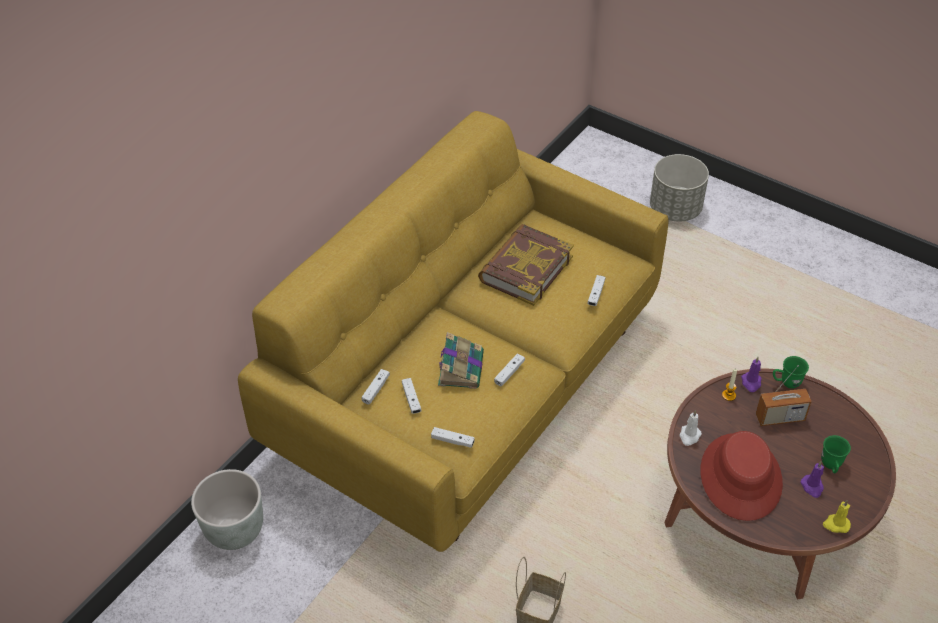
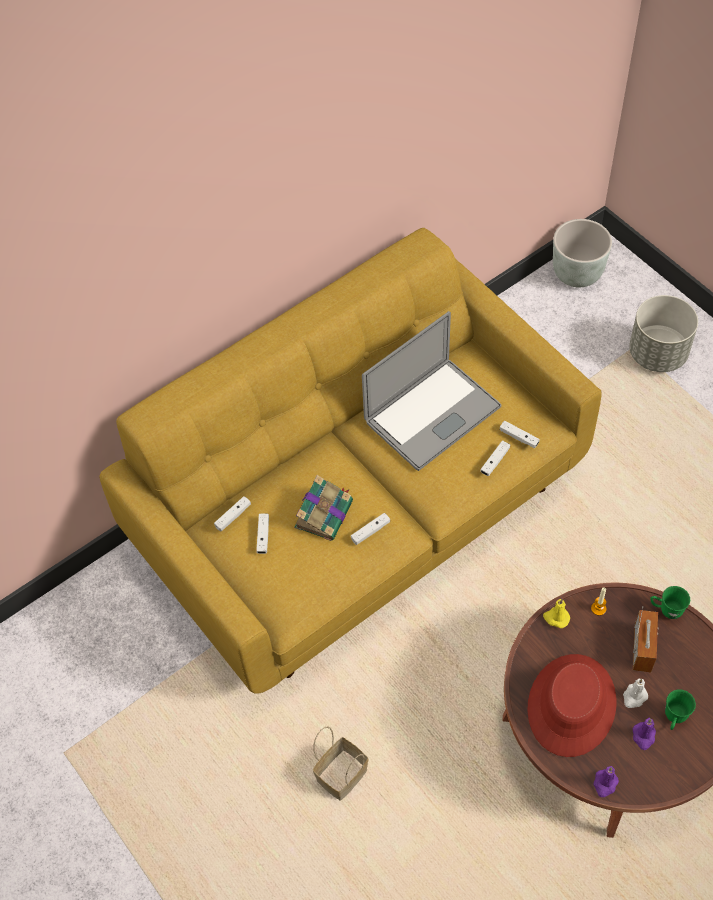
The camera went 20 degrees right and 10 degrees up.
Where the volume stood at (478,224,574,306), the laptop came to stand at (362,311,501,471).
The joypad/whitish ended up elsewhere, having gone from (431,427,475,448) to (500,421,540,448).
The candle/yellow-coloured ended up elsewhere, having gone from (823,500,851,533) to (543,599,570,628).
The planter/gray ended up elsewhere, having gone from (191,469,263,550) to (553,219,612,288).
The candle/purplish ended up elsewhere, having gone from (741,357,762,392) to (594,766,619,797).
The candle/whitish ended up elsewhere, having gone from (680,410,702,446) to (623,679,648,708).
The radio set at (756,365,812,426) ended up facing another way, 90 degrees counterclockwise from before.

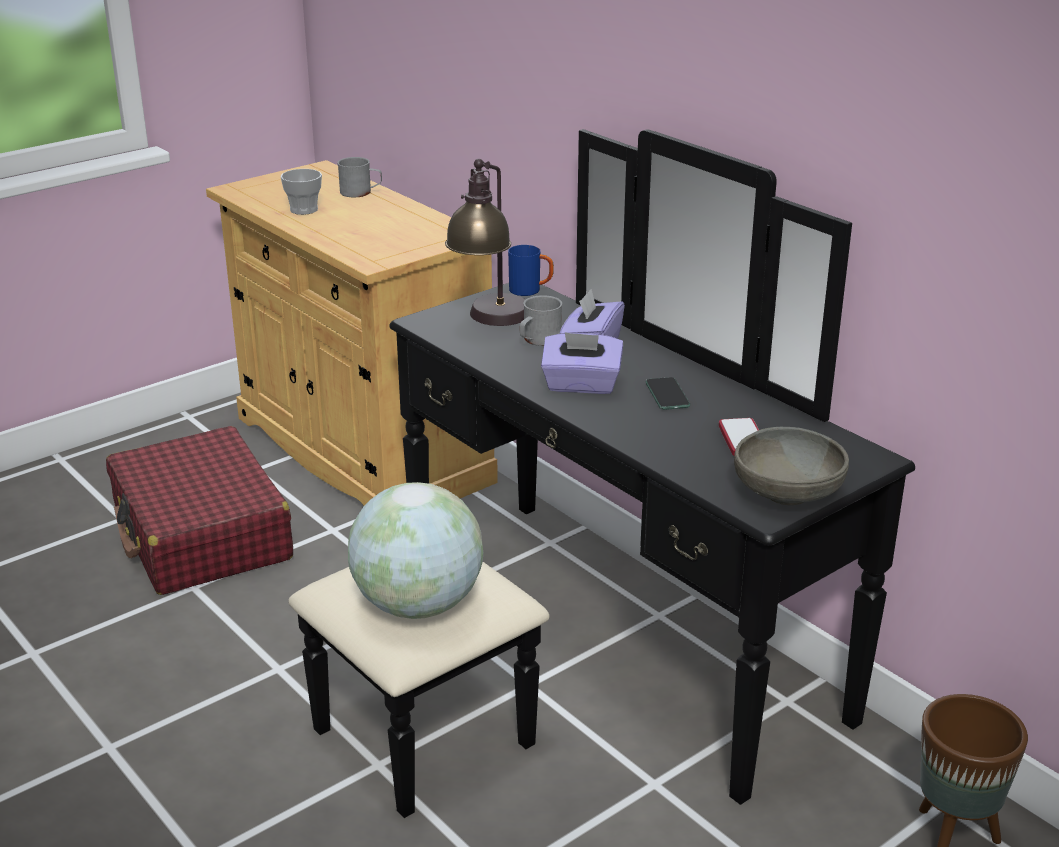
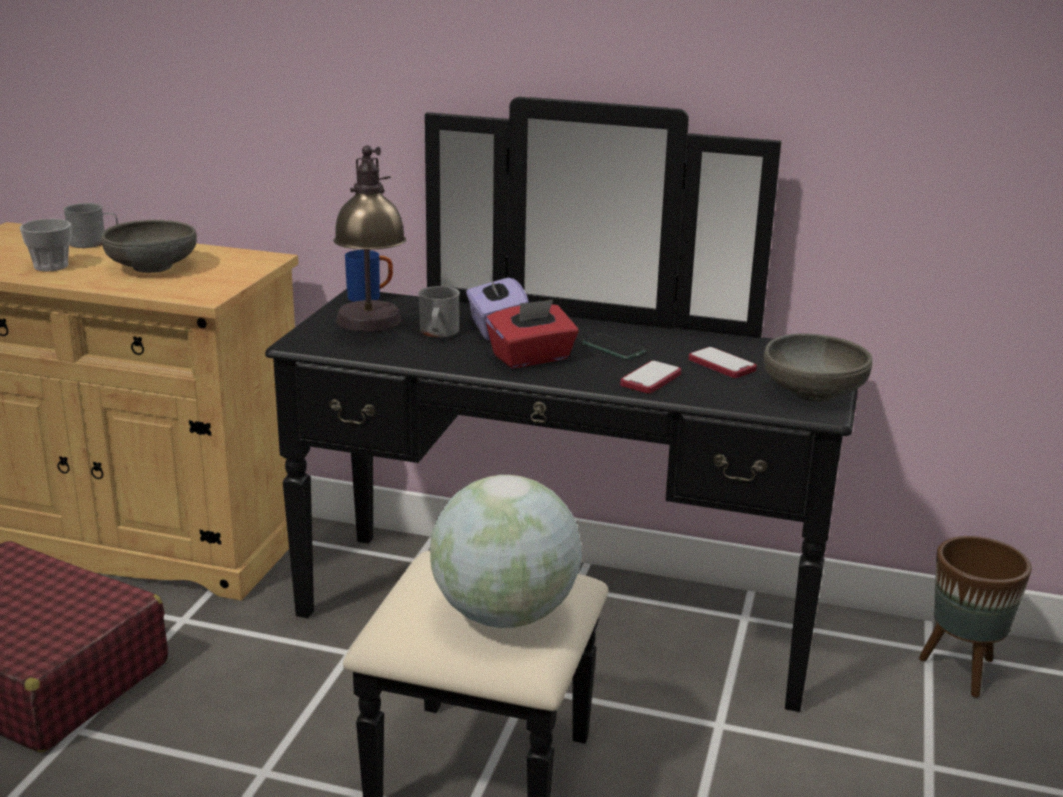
The camera went 35 degrees left and 5 degrees down.
The second view gained the deep dish/gray at (101,220,197,273).
What was the box of tissues/purplish at (541,332,623,394) turned into the box of tissues/red-coloured at (486,299,579,368).
The second view gained the telephone at (620,361,681,394).

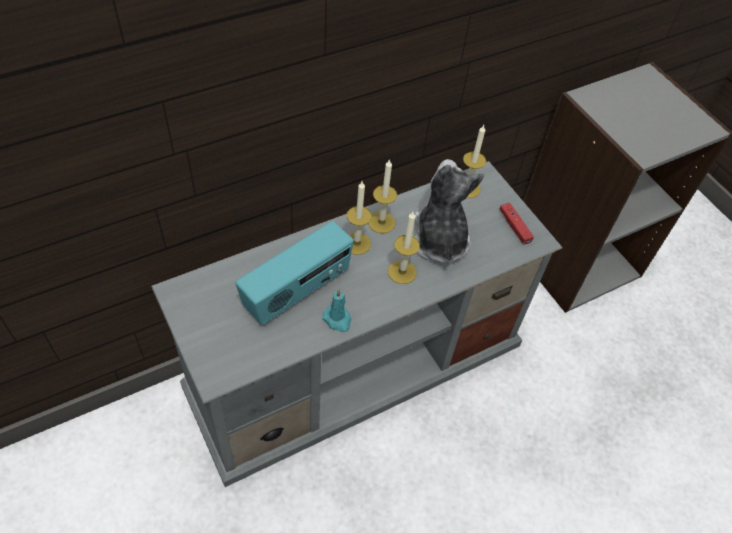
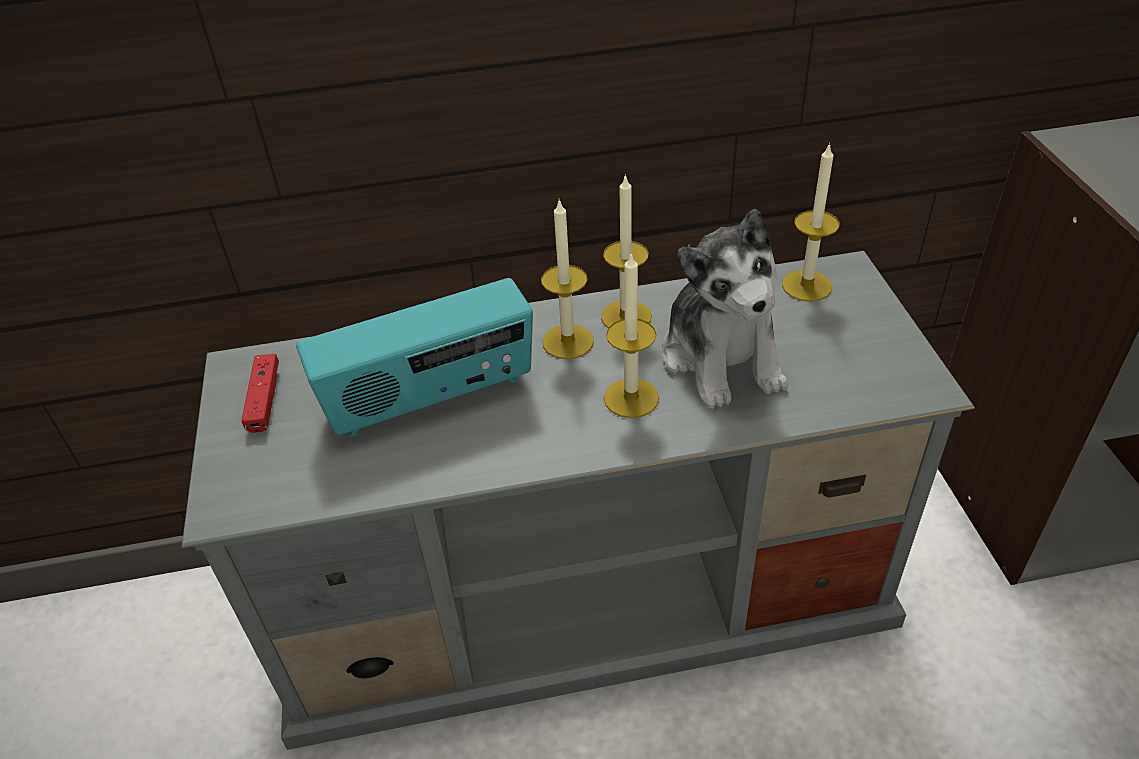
The camera went 25 degrees right and 10 degrees down.
The joypad/red-coloured ended up elsewhere, having gone from (500,203,534,244) to (241,354,279,433).
The soft toy at (412,159,485,265) ended up facing another way, 150 degrees clockwise from before.
The second view lost the candle/turquoise at (323,289,351,332).

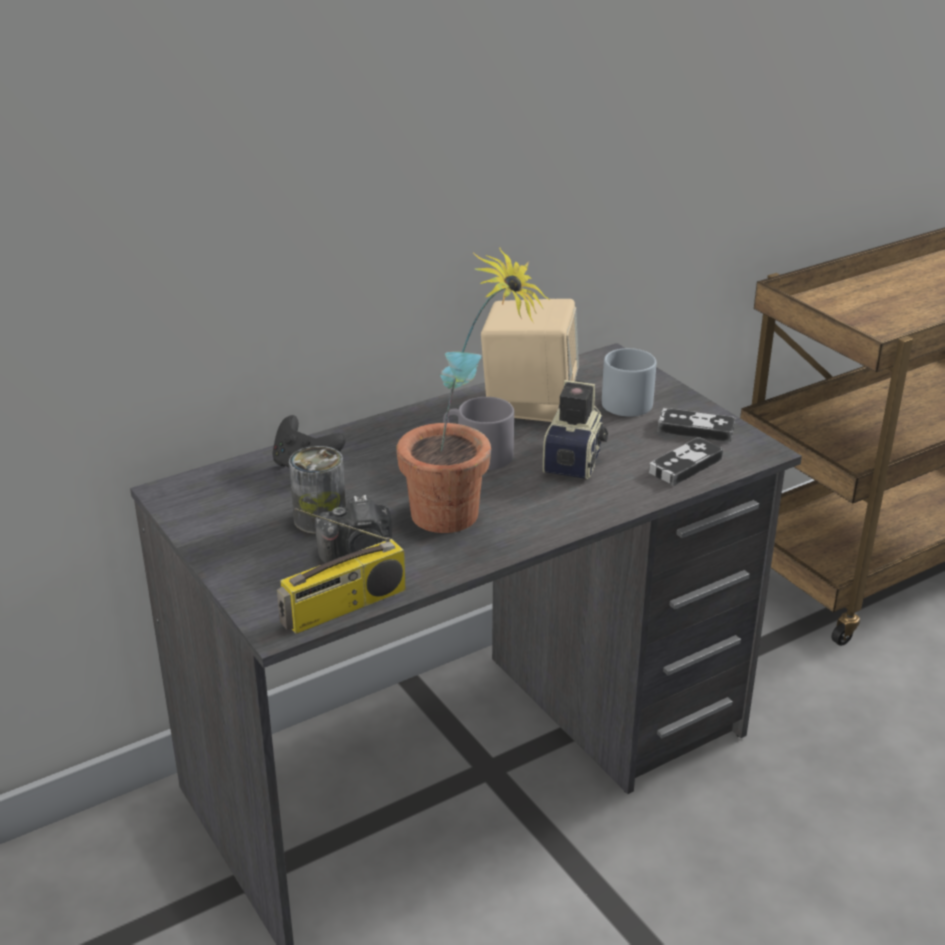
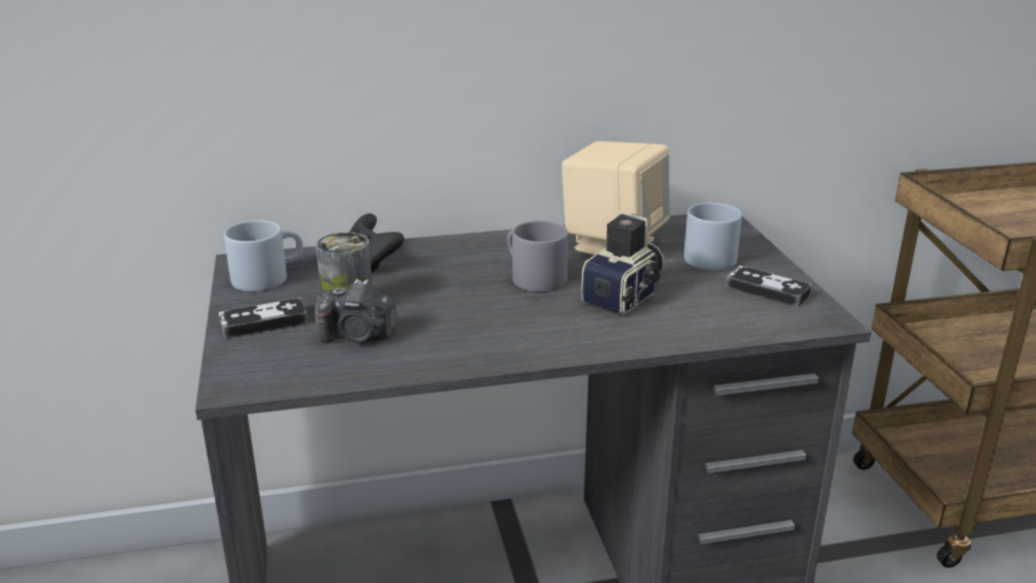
The camera went 20 degrees right and 5 degrees down.
The joypad ended up elsewhere, having gone from (649,437,723,486) to (219,298,308,339).
The second view gained the coffee mug/gray at (224,220,303,292).
The second view lost the radio set at (277,508,406,634).
The second view lost the houseplant at (396,248,550,533).

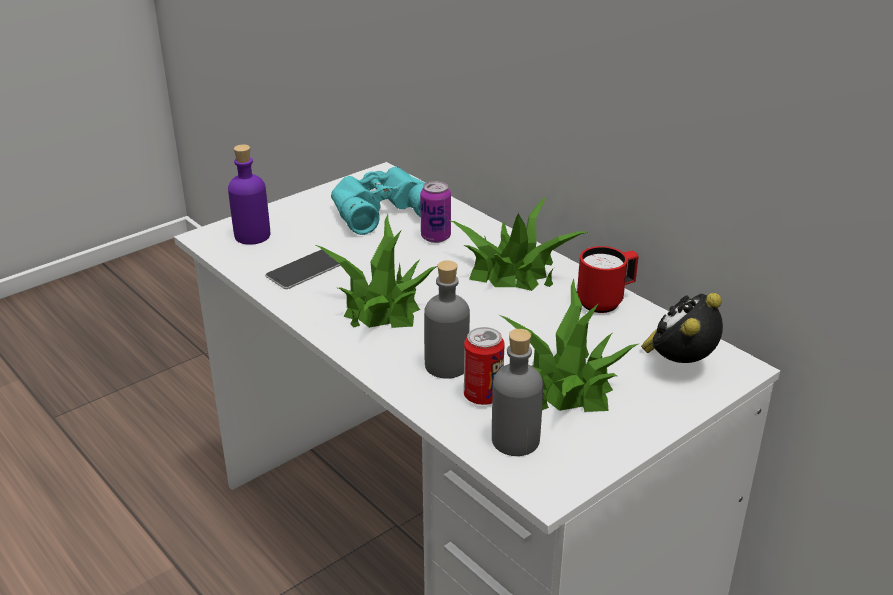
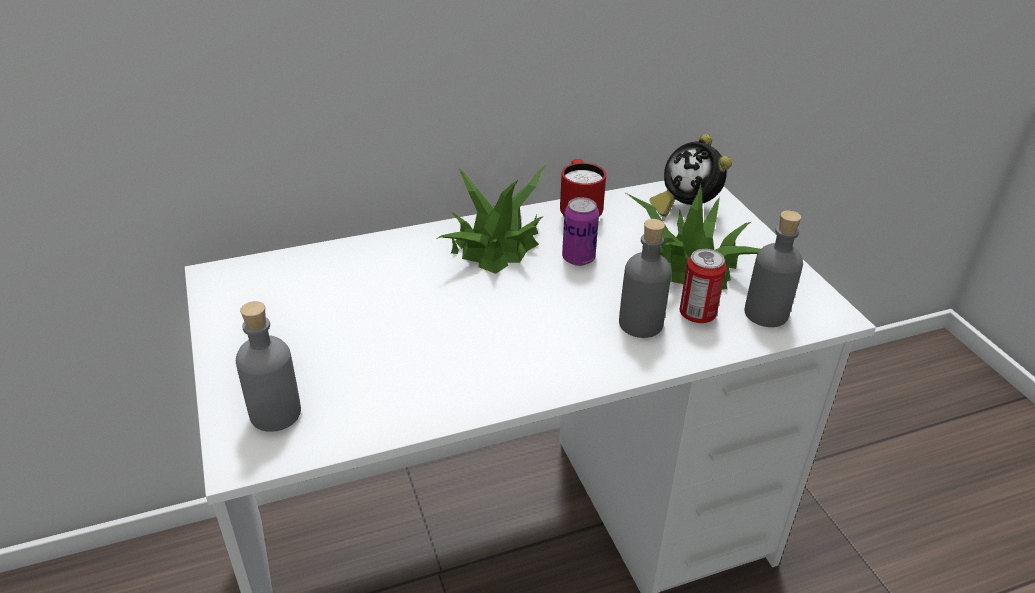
The camera went 70 degrees left and 5 degrees up.
What was the beverage bottle/purplish at (228,144,270,245) turned into the beverage bottle/gray at (236,301,301,432).
The sealed can ended up elsewhere, having gone from (420,181,451,243) to (562,197,599,266).
The second view lost the telephone at (265,249,341,289).
The second view lost the houseplant at (316,214,437,328).
The second view lost the field glasses/turquoise at (331,167,425,235).

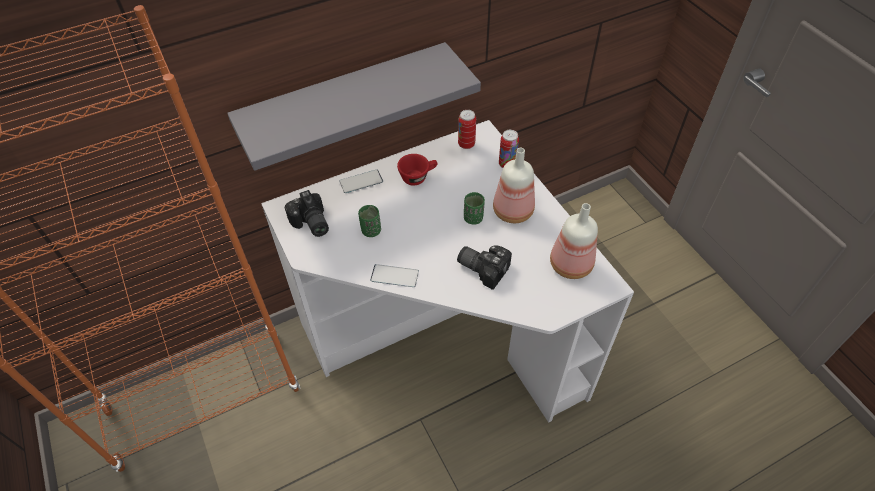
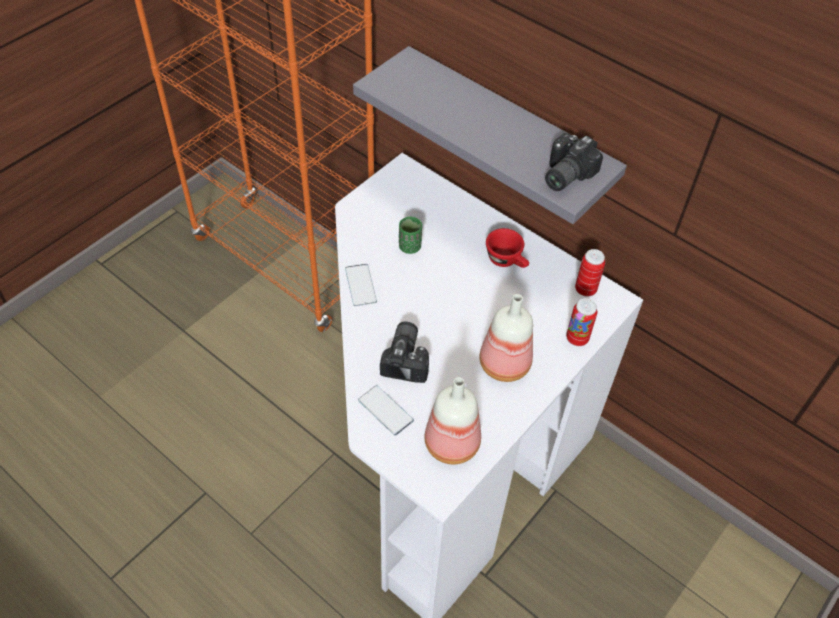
The camera went 65 degrees right and 0 degrees up.
The telephone ended up elsewhere, having gone from (339,169,383,193) to (358,385,414,435).
The still camera ended up elsewhere, having gone from (285,190,329,237) to (545,133,603,191).
The second view lost the small cup/green at (464,192,485,225).

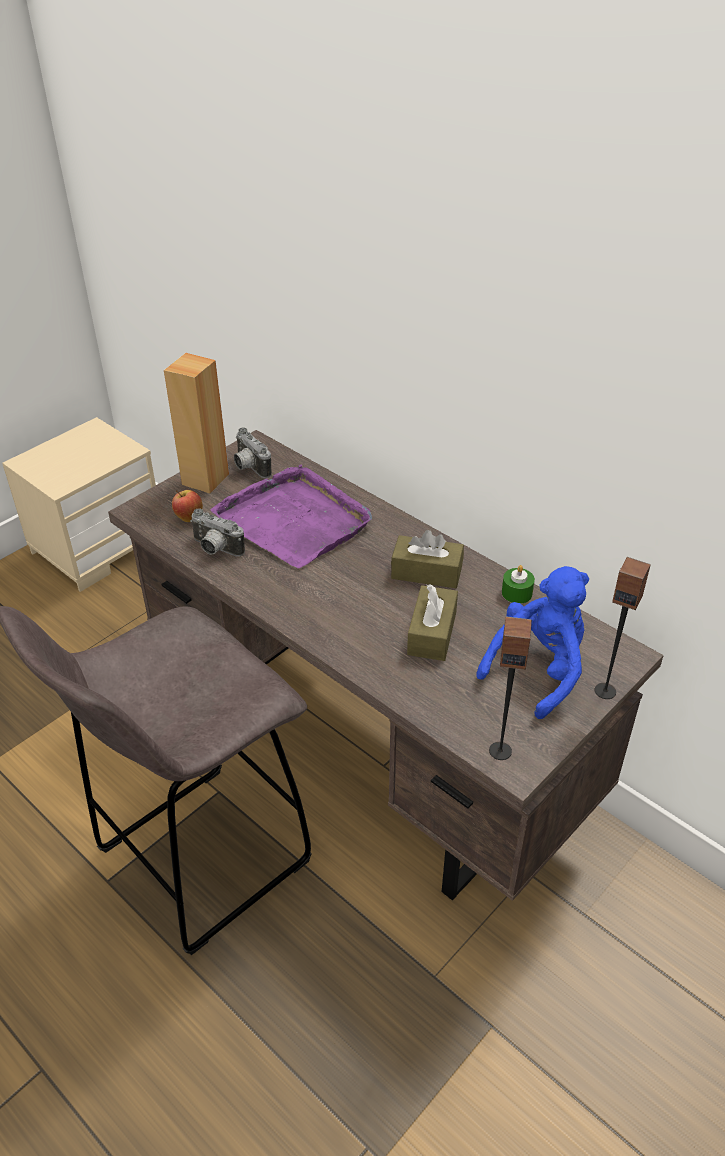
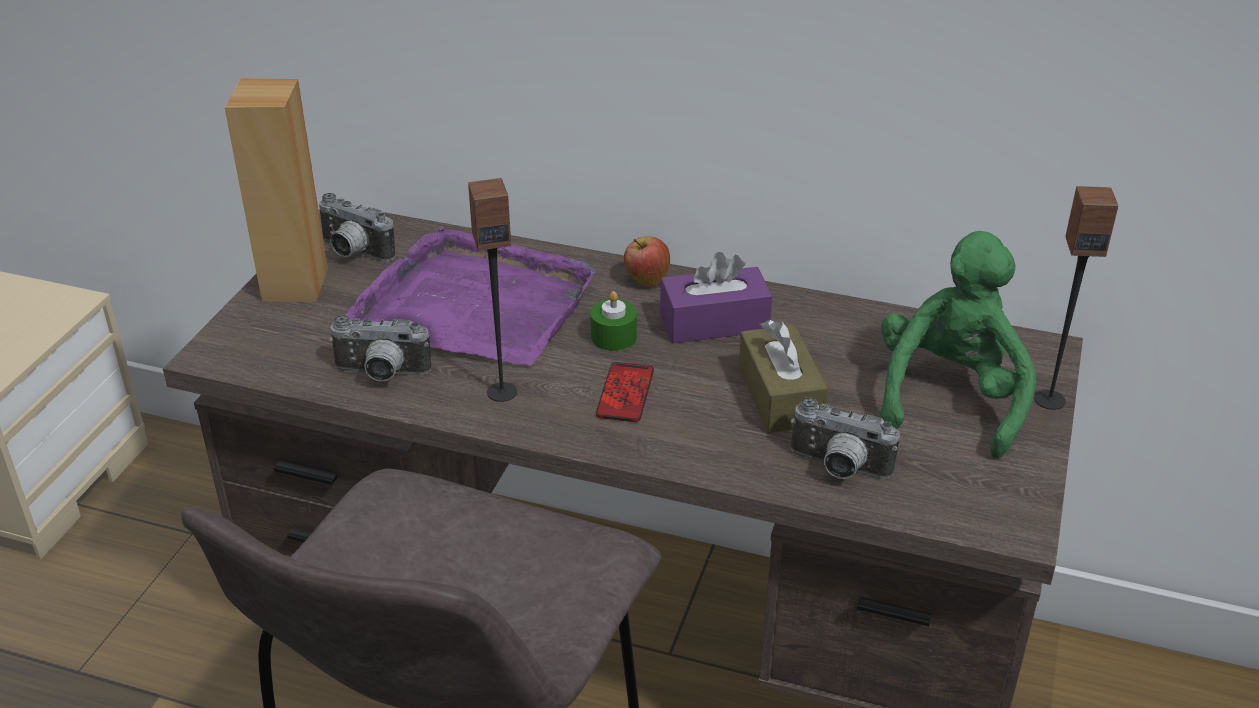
The camera went 25 degrees left and 5 degrees down.
The loudspeaker ended up elsewhere, having gone from (489,616,532,760) to (468,178,517,402).
The candle/green ended up elsewhere, having gone from (502,565,535,604) to (591,291,637,351).
The second view gained the telephone at (596,362,654,422).
The whole apple ended up elsewhere, having gone from (172,490,203,522) to (624,236,670,287).
What was the box of tissues/brown-coloured at (391,530,464,588) turned into the box of tissues/purplish at (660,252,772,343).
The second view gained the still camera at (791,397,900,479).
What was the soft toy/bluish at (476,566,589,719) turned into the soft toy/green at (880,231,1036,458).

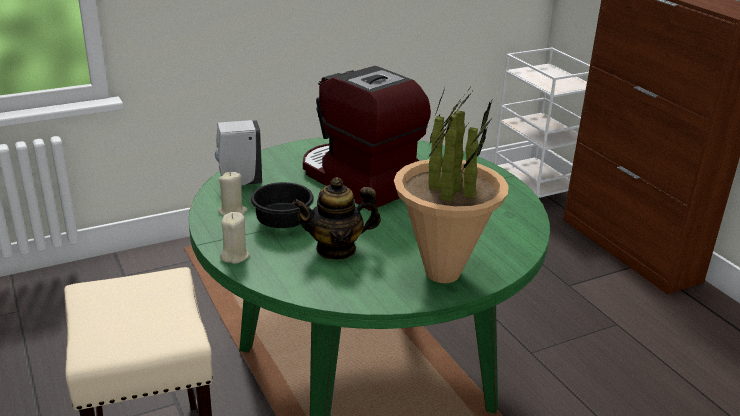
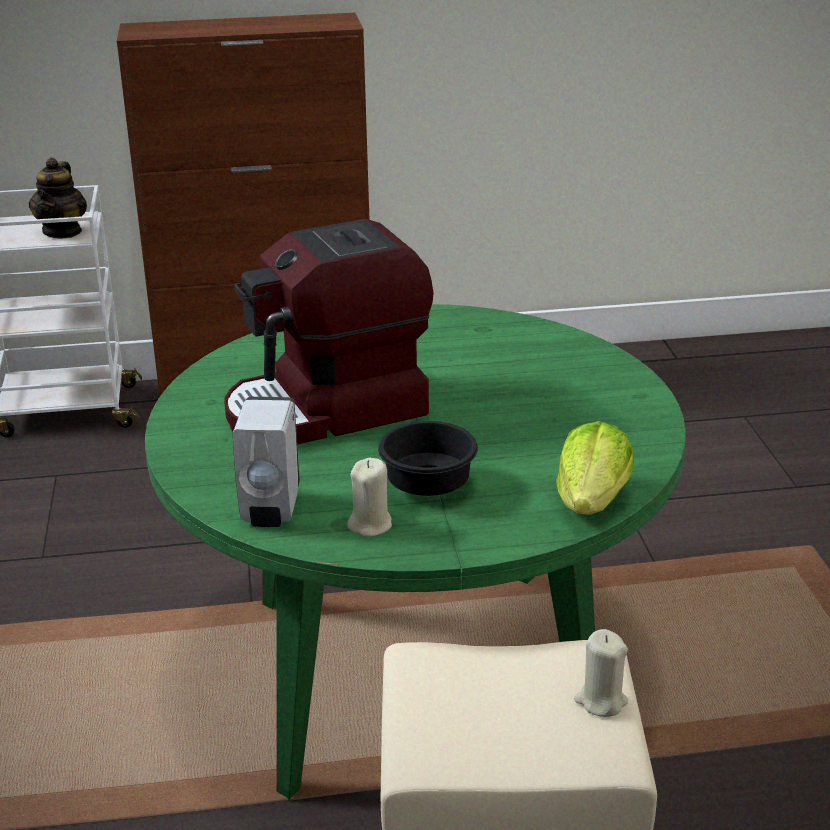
The camera went 70 degrees left and 0 degrees up.
The teapot ended up elsewhere, having gone from (292,177,381,260) to (29,157,87,239).
The second view gained the lettuce at (556,421,634,515).
The candle/sand-coloured ended up elsewhere, having gone from (220,212,249,264) to (574,629,628,717).
The second view lost the houseplant at (394,84,509,283).

